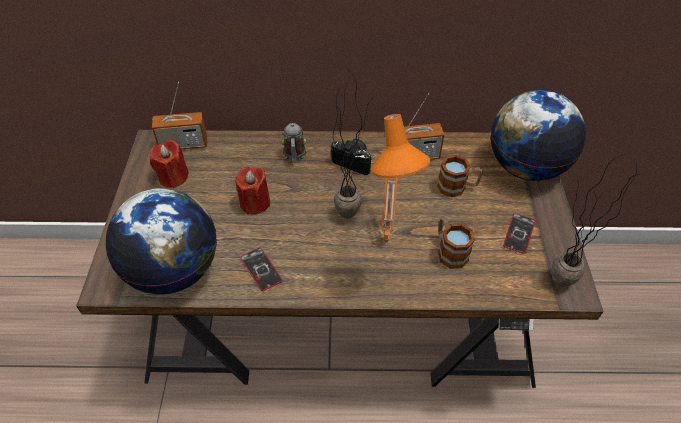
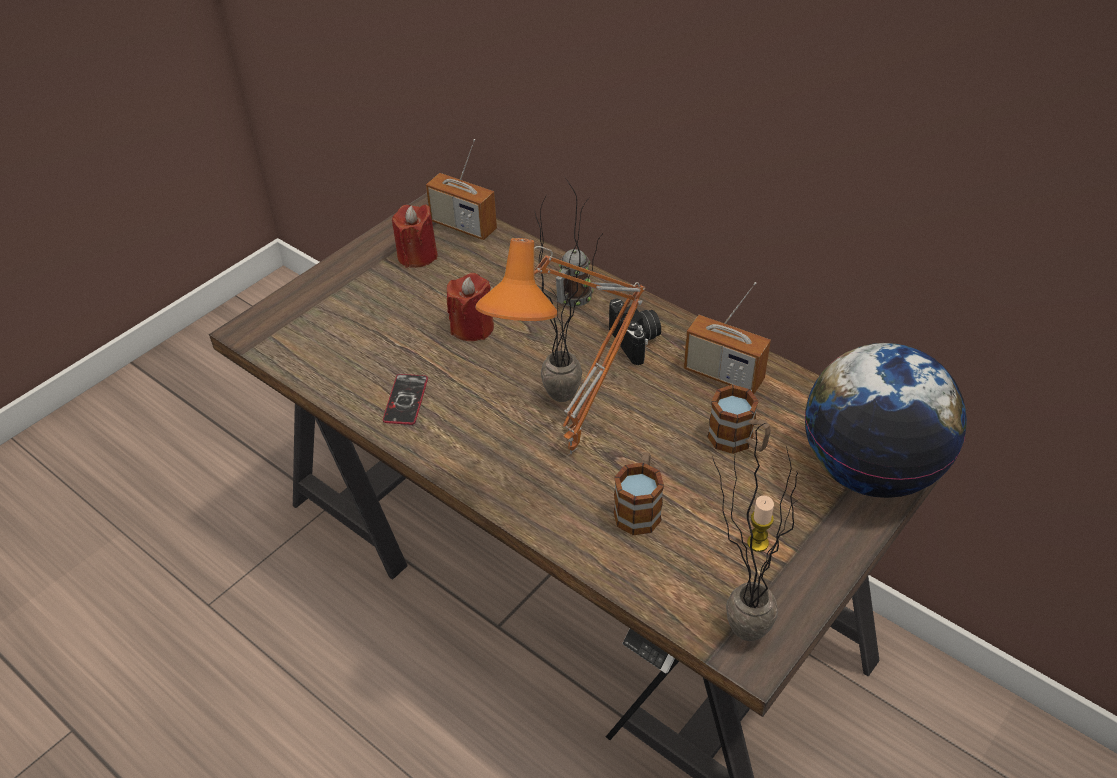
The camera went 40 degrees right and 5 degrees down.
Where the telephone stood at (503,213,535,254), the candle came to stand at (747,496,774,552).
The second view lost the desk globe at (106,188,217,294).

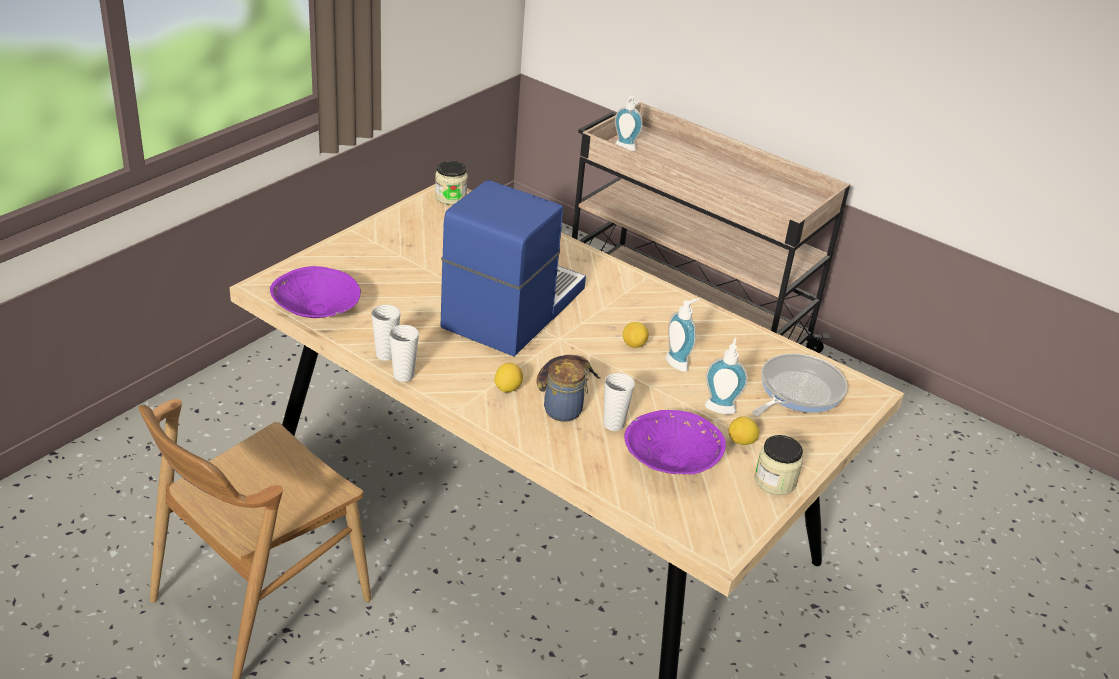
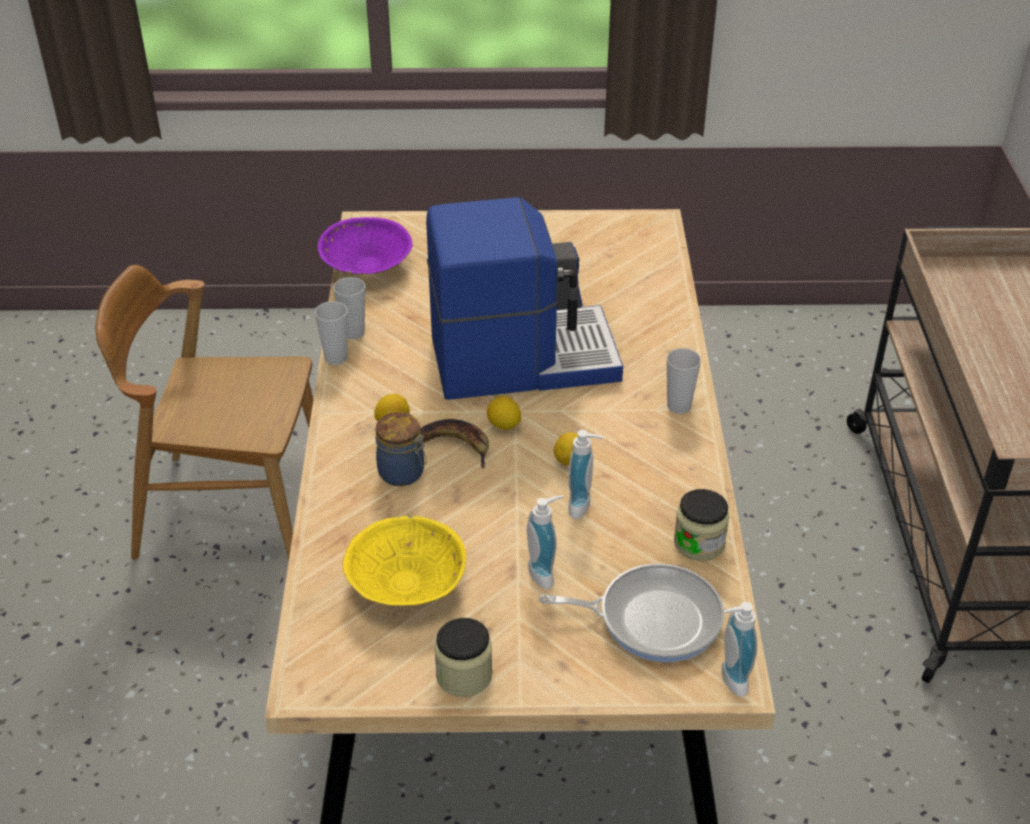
The camera went 55 degrees right and 5 degrees up.
What was the deep dish/purplish at (624,410,726,475) turned into the deep dish/yellow-coloured at (342,516,466,606).
The citrus fruit ended up elsewhere, having gone from (729,416,759,445) to (487,396,521,430).
The small cup ended up elsewhere, having gone from (603,373,635,431) to (667,348,701,414).
The storage jar ended up elsewhere, having gone from (435,161,468,205) to (674,489,729,561).
The soap bottle ended up elsewhere, having gone from (615,96,643,151) to (722,602,758,697).

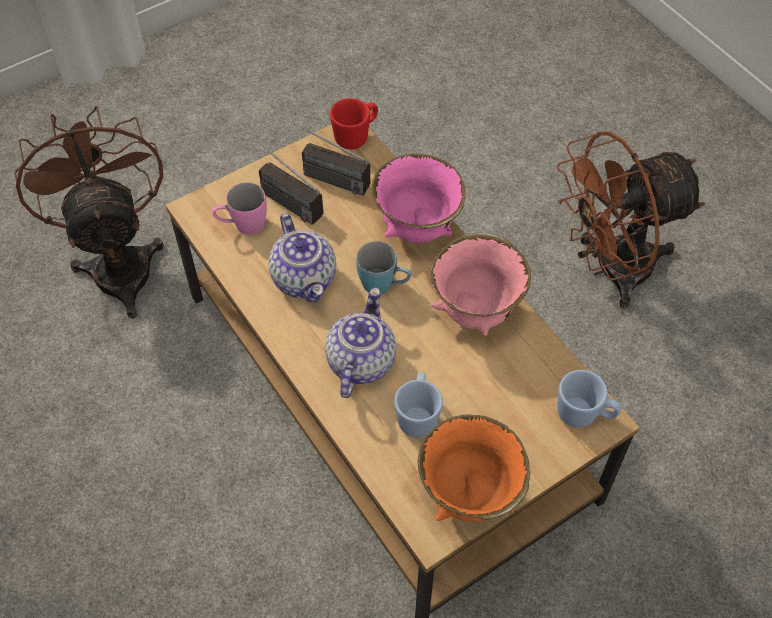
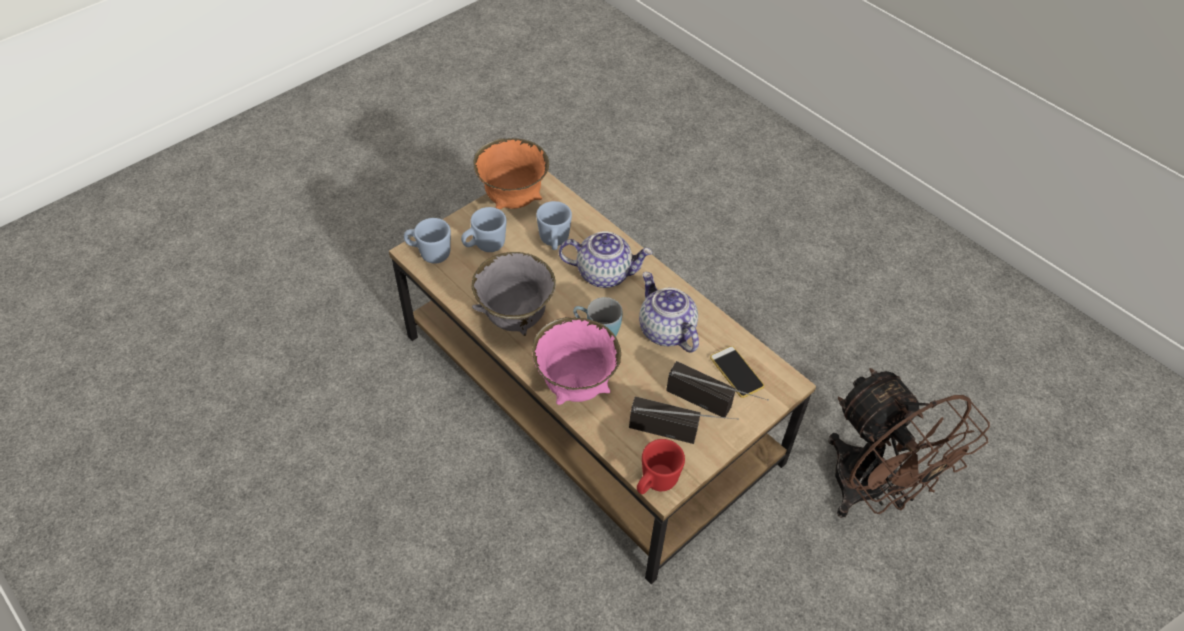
The camera went 170 degrees right and 5 degrees down.
The second view gained the coffee mug/bluish at (461,207,507,252).
What was the deep dish/pinkish at (431,233,531,336) turned into the deep dish/gray at (472,252,556,336).
The teapot at (325,288,396,398) ended up facing another way, 90 degrees counterclockwise from before.
Where the coffee mug/pinkish stood at (212,182,267,235), the telephone came to stand at (710,346,764,398).
The second view lost the electric fan/brown-coloured at (557,132,705,309).

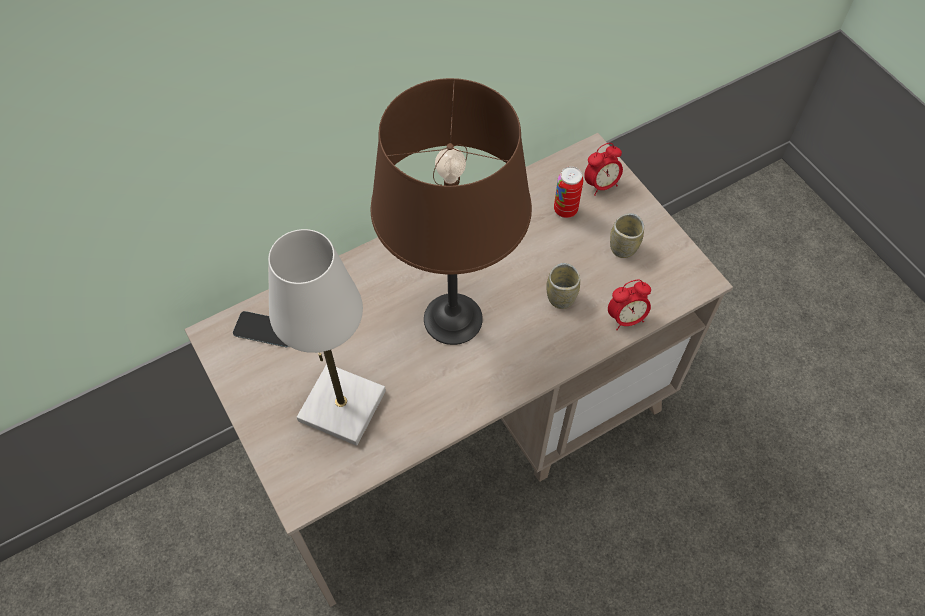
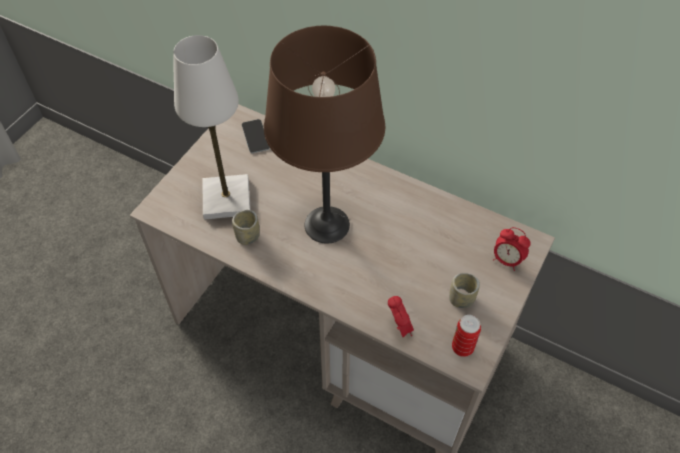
The camera went 60 degrees right and 5 degrees down.
The small cup ended up elsewhere, having gone from (546,263,580,309) to (232,210,260,245).
The alarm clock at (608,280,651,330) ended up facing another way, 150 degrees counterclockwise from before.
The sealed can ended up elsewhere, having gone from (554,166,583,218) to (452,315,481,357).

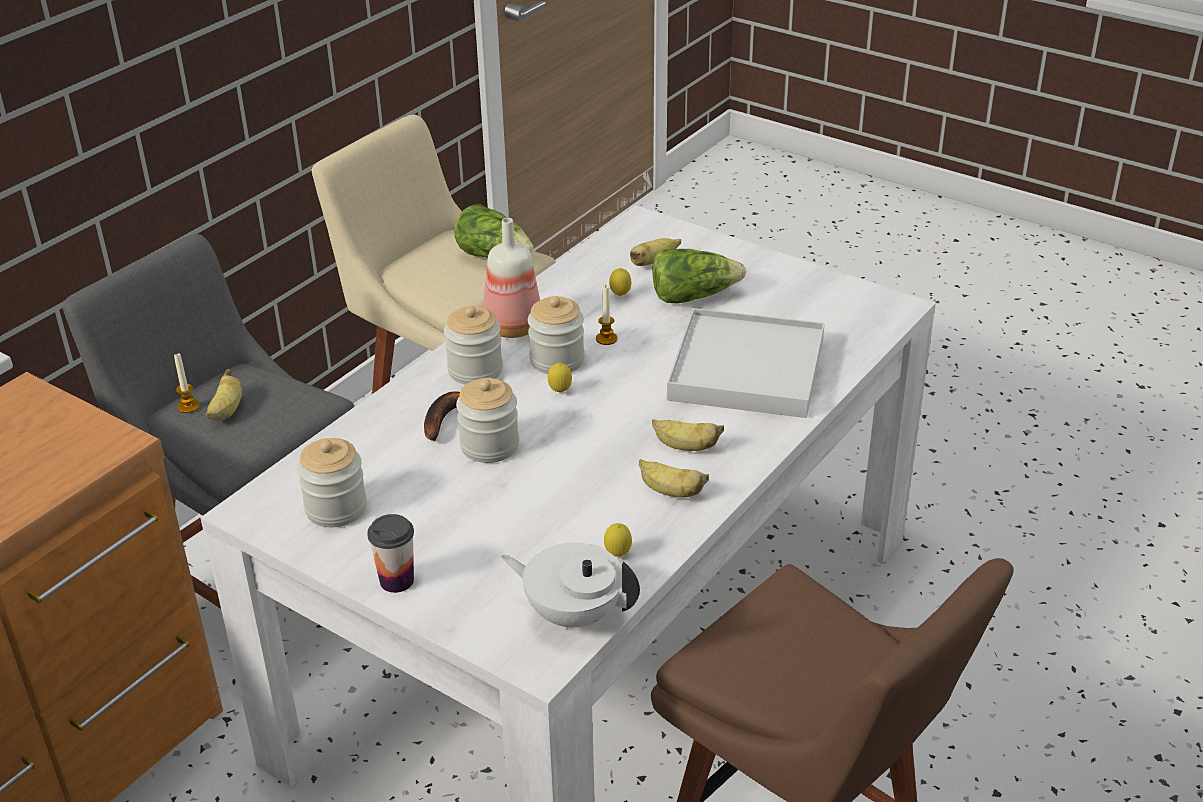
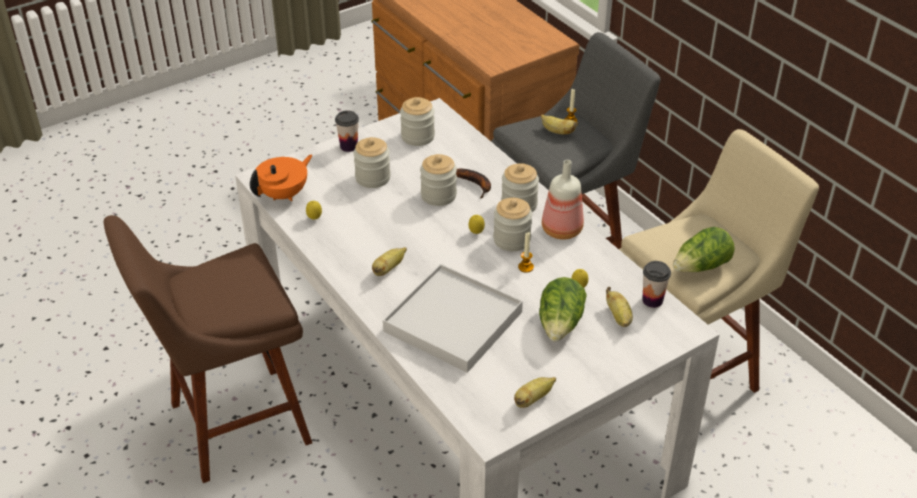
The camera went 110 degrees right and 5 degrees up.
What was the teapot/whitish at (502,543,640,631) turned into the teapot/orange-coloured at (250,154,313,201).
The second view gained the storage jar at (353,137,391,188).
The banana ended up elsewhere, having gone from (639,459,709,498) to (514,377,556,408).
The second view gained the small cup at (642,261,671,308).

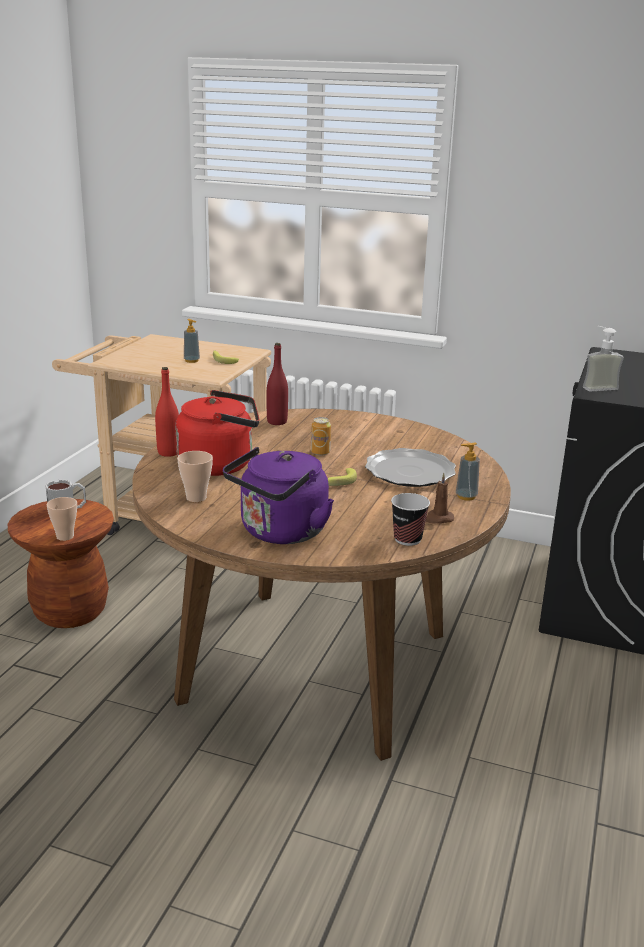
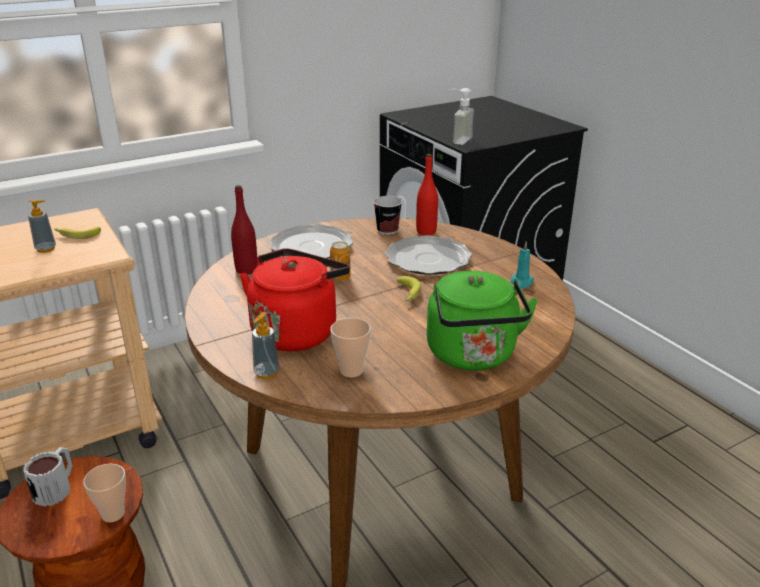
The camera went 50 degrees left and 5 degrees up.
The soap bottle ended up elsewhere, having gone from (456,442,480,501) to (252,312,280,379).
The second view gained the plate at (270,224,353,259).
The small cup ended up elsewhere, having gone from (391,493,430,546) to (373,196,402,235).
The beverage bottle/red-coloured ended up elsewhere, having gone from (155,367,179,457) to (416,154,438,235).
What was the kettle/purplish at (223,447,334,544) turned into the kettle/green at (427,271,538,371).
What was the candle/brown-coloured at (426,473,454,524) turned into the candle/turquoise at (511,241,534,289).

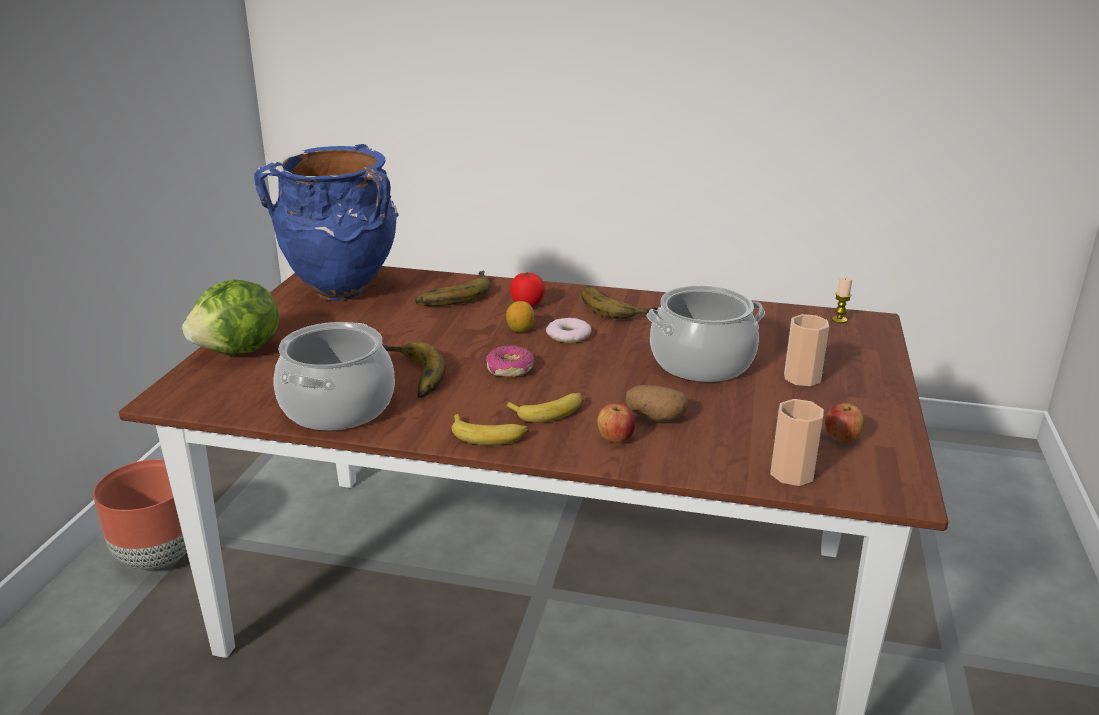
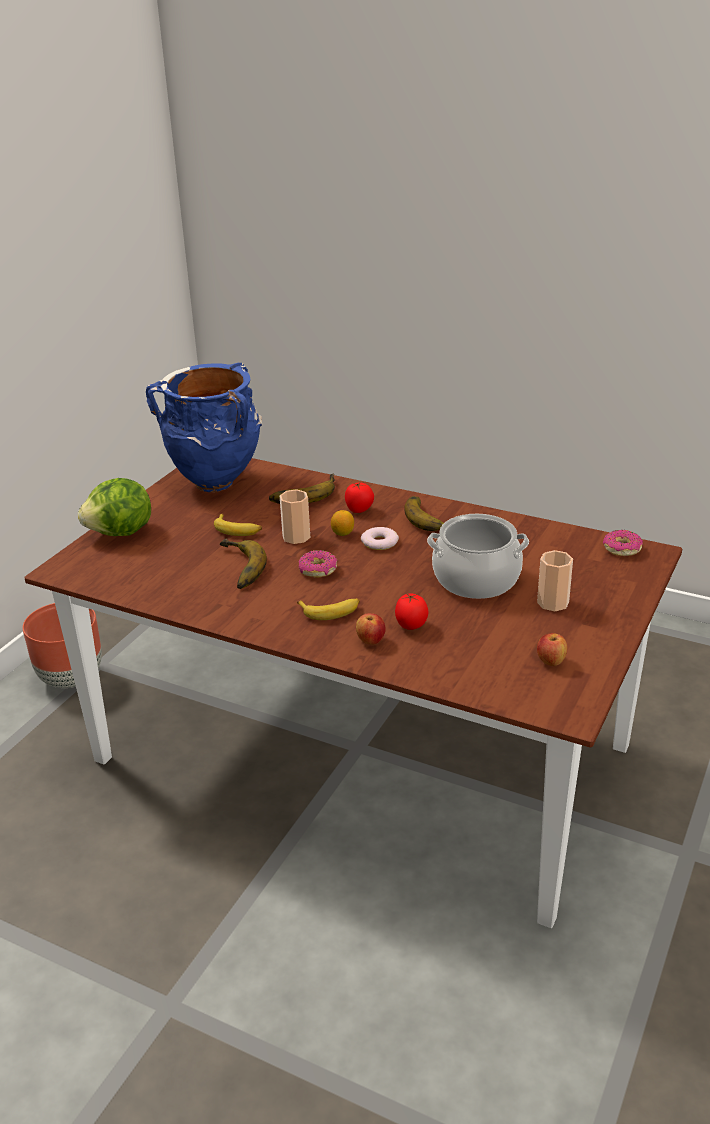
The camera went 15 degrees right and 5 degrees up.
The banana ended up elsewhere, having gone from (452,413,529,445) to (214,513,262,536).
The small cup ended up elsewhere, having gone from (770,399,824,486) to (280,489,310,544).
Where the potato stood at (625,385,689,422), the fresh tomato came to stand at (395,593,429,630).
Where the candle stood at (832,277,852,323), the ring doughnut came to stand at (603,530,643,556).
The second view lost the saucepot at (273,322,395,430).

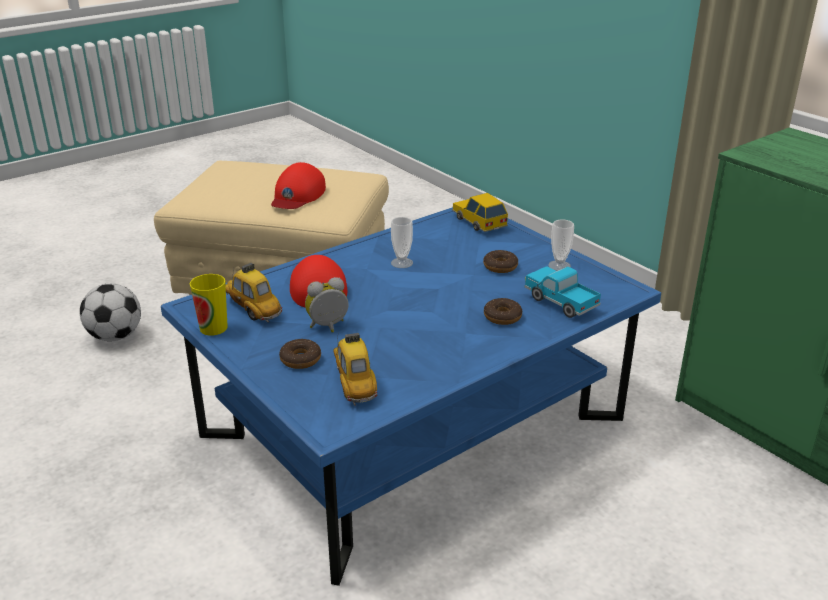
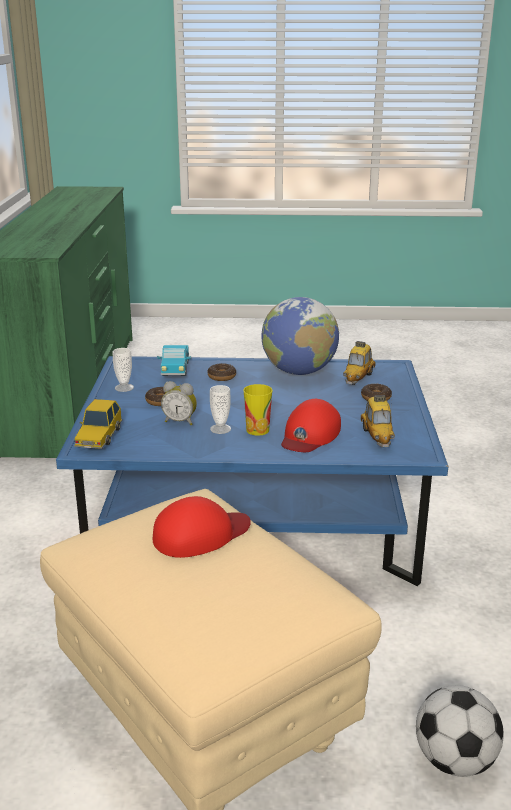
The camera went 140 degrees left and 5 degrees down.
The alarm clock ended up elsewhere, having gone from (305,277,349,333) to (161,381,197,425).
The small cup ended up elsewhere, having gone from (190,274,228,335) to (243,384,272,436).
The second view gained the desk globe at (262,297,339,375).

